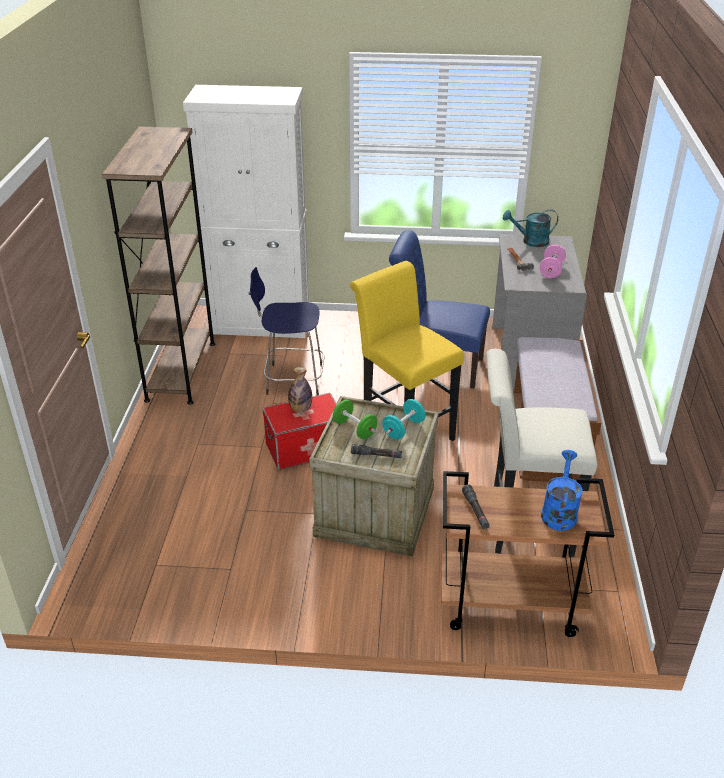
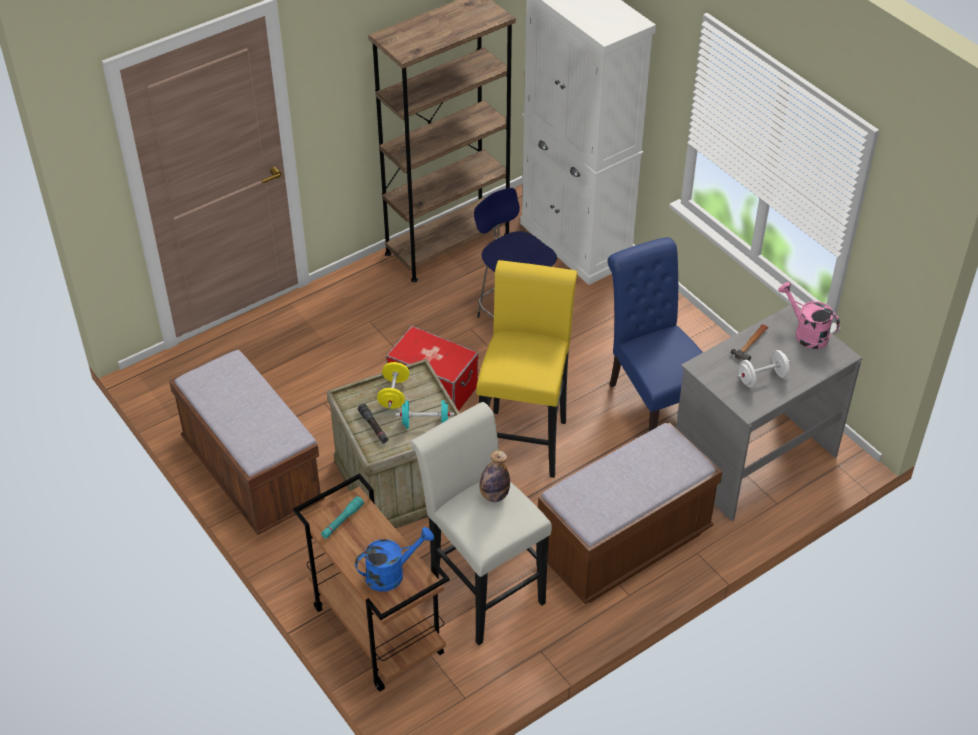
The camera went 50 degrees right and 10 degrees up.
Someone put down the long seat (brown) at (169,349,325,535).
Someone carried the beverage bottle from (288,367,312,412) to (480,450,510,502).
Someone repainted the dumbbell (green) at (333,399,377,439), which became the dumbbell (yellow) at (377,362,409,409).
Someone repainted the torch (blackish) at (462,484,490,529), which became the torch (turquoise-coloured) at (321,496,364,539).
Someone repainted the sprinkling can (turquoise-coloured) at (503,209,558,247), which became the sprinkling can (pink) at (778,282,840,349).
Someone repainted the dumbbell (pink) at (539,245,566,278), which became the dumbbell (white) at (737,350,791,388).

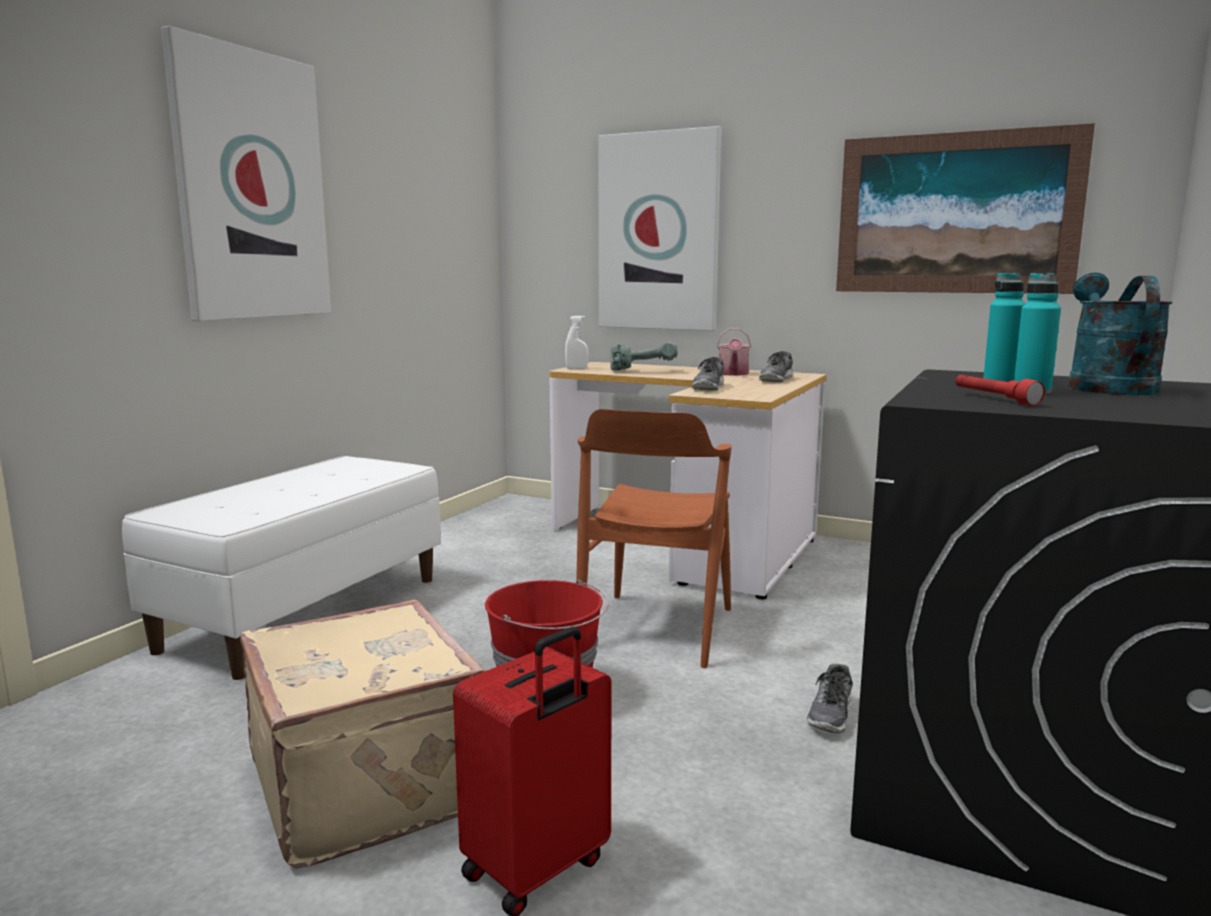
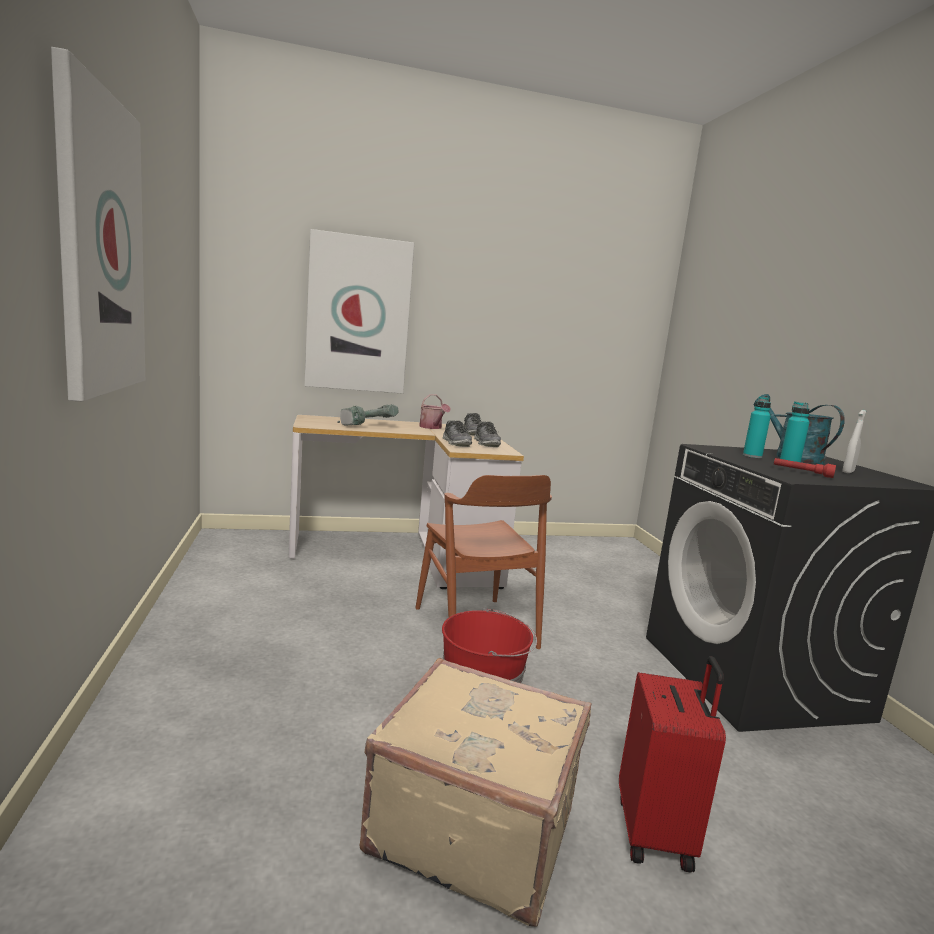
The camera went 40 degrees left and 0 degrees up.
Someone took away the long seat (white) at (122,456,441,680).
Someone took away the picture at (836,123,1095,294).
Someone carried the hand sprayer (white) from (565,316,588,369) to (842,410,866,473).
Someone carried the item of footwear from (806,664,853,734) to (474,422,501,447).

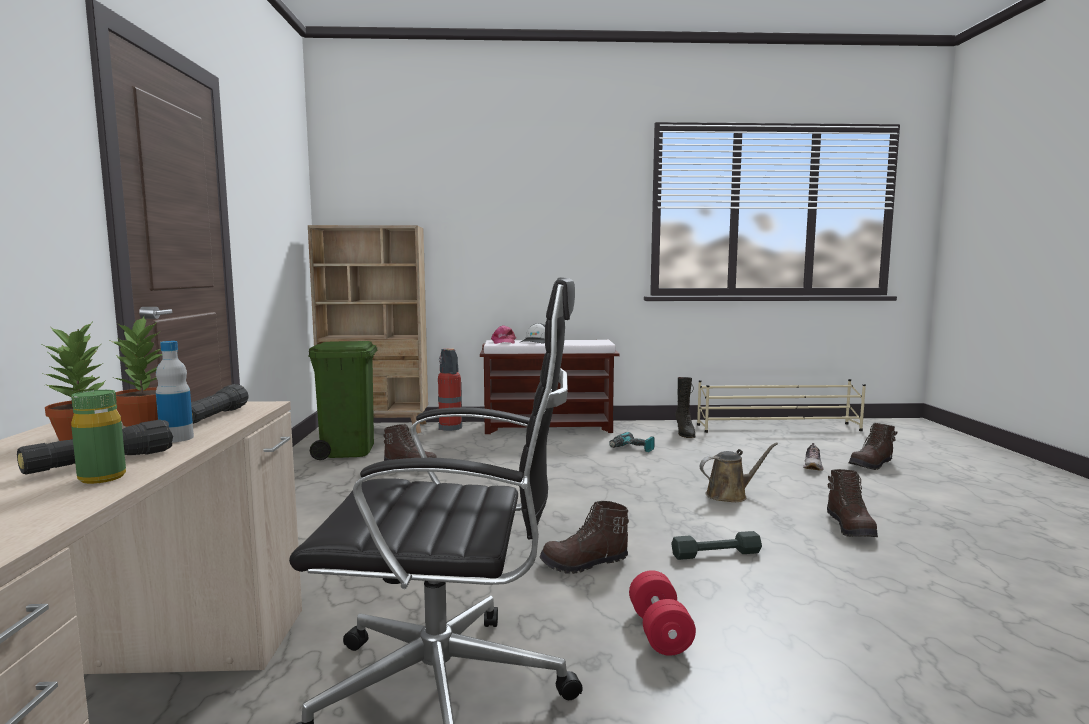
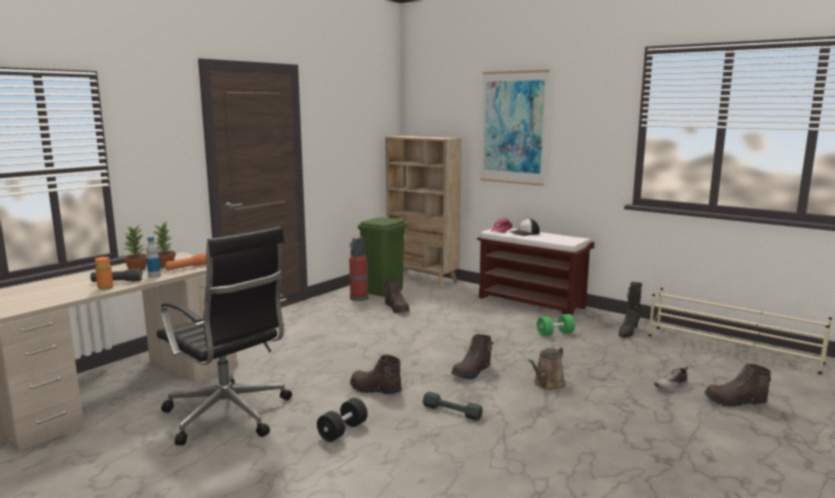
The camera went 40 degrees right and 5 degrees up.
Someone put up the picture at (480,70,549,186).
Someone carried the fire extinguisher from (438,348,462,431) to (349,236,368,301).
Someone carried the tall boot (brown) from (827,469,878,537) to (451,334,493,380).
Someone swapped the electric drill at (609,432,655,452) for the dumbbell (green) at (537,314,575,336).
Someone repainted the beverage bottle (green) at (71,390,126,484), which became the beverage bottle (orange-coloured) at (95,257,113,290).
Someone repainted the torch (blackish) at (191,384,249,424), which became the torch (orange-coloured) at (164,253,207,271).
Someone repainted the dumbbell (red) at (629,570,696,656), which became the dumbbell (blackish) at (317,398,368,442).
Someone rotated the sprinkling can (brown) at (700,442,778,502) by 105 degrees clockwise.

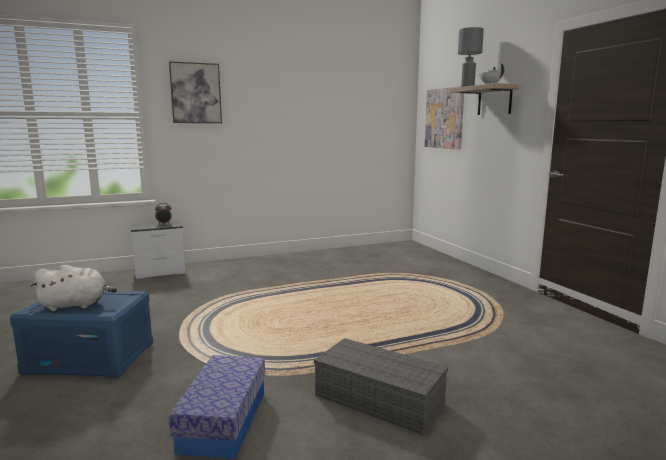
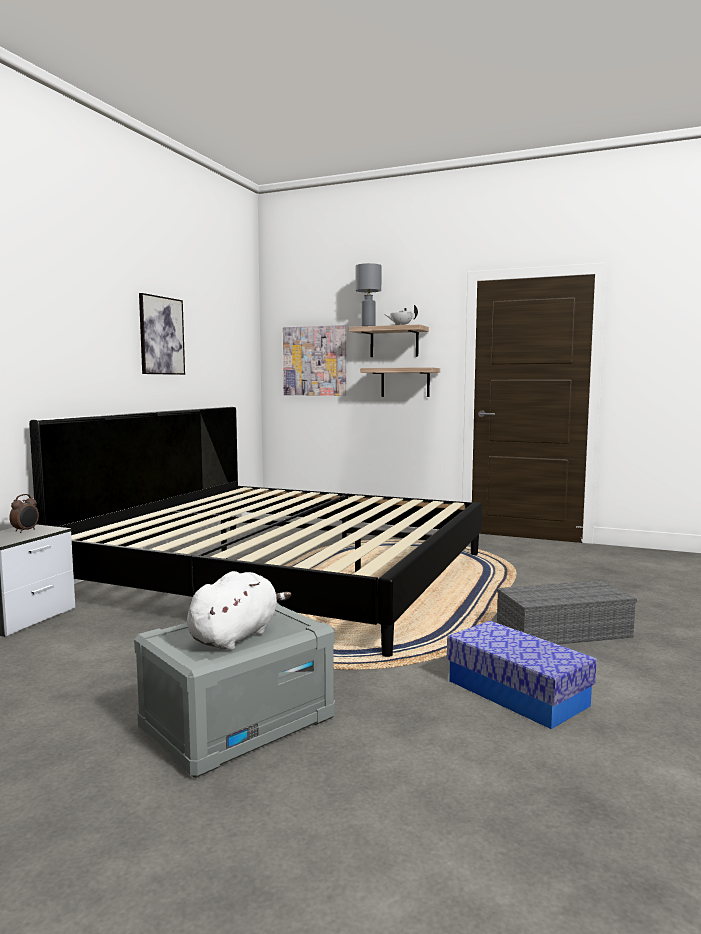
The camera went 45 degrees left and 5 degrees down.
Someone put down the sleeping bed at (29,407,482,657).
Someone put up the wall shelf at (360,367,440,397).
Someone carried the picture from (169,61,222,123) to (139,293,185,375).
Someone repainted the storage bin (blue) at (10,291,153,378), which became the storage bin (greyish) at (134,602,335,778).

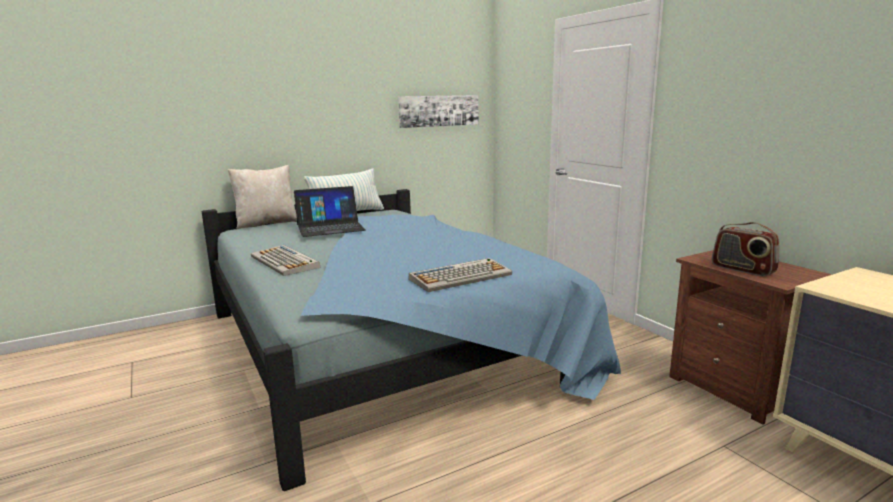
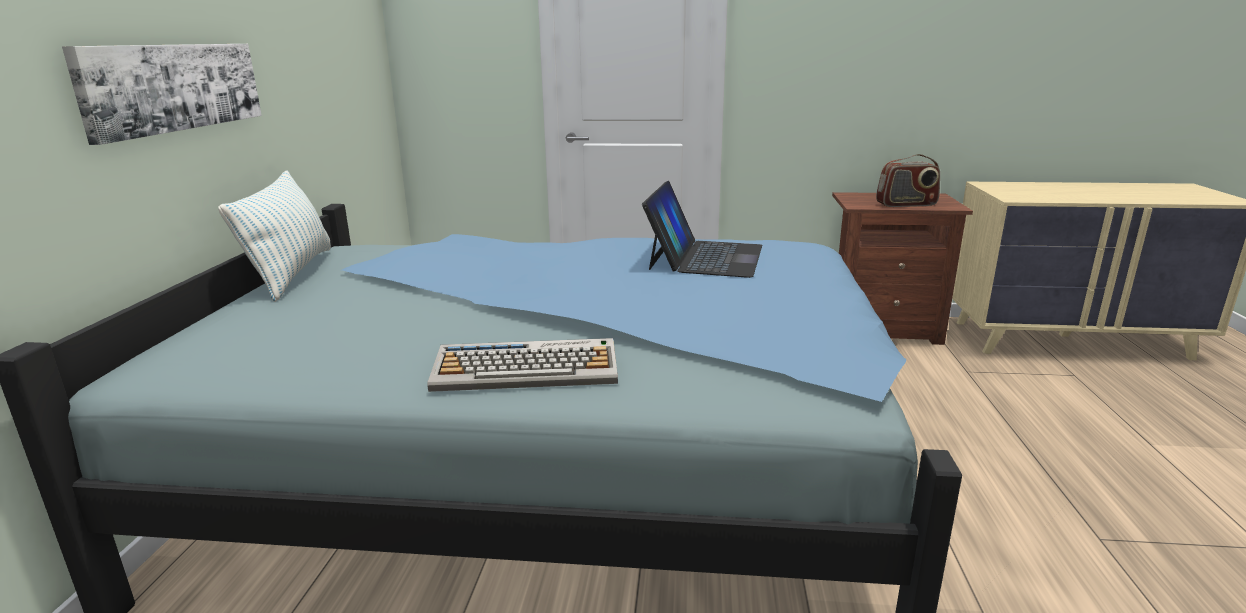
The camera went 55 degrees left and 5 degrees up.
Someone took away the throw pillow (beige) at (228,165,297,230).
Someone took away the computer keyboard at (409,258,512,292).
Someone carried the notebook computer from (294,186,366,237) to (642,181,762,278).
Someone carried the picture from (398,95,478,128) to (62,44,262,145).

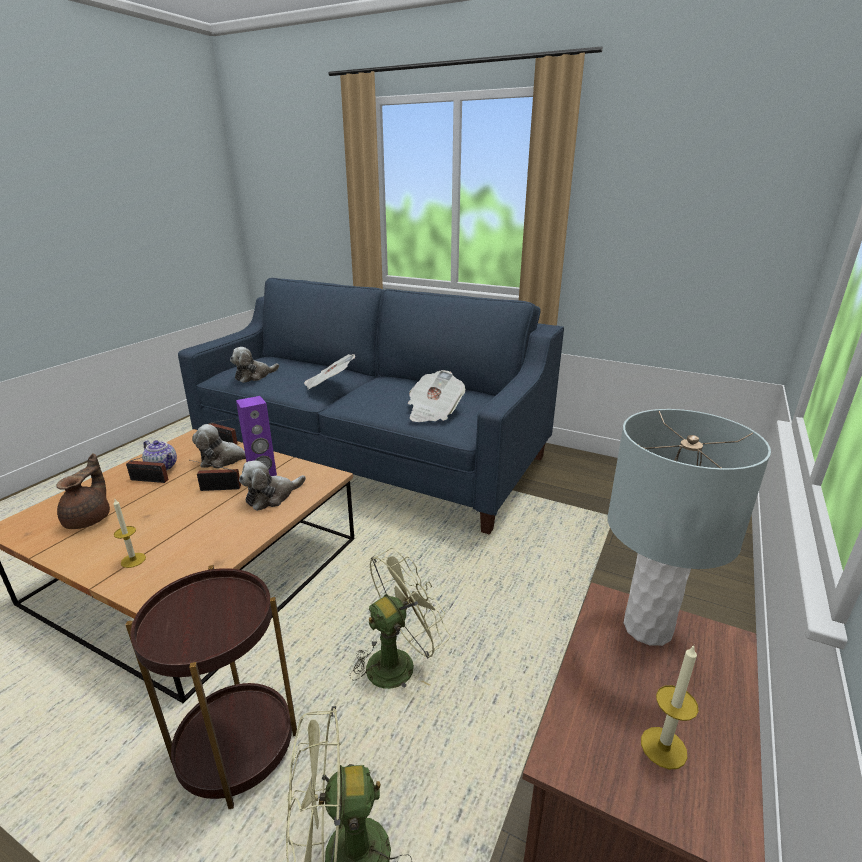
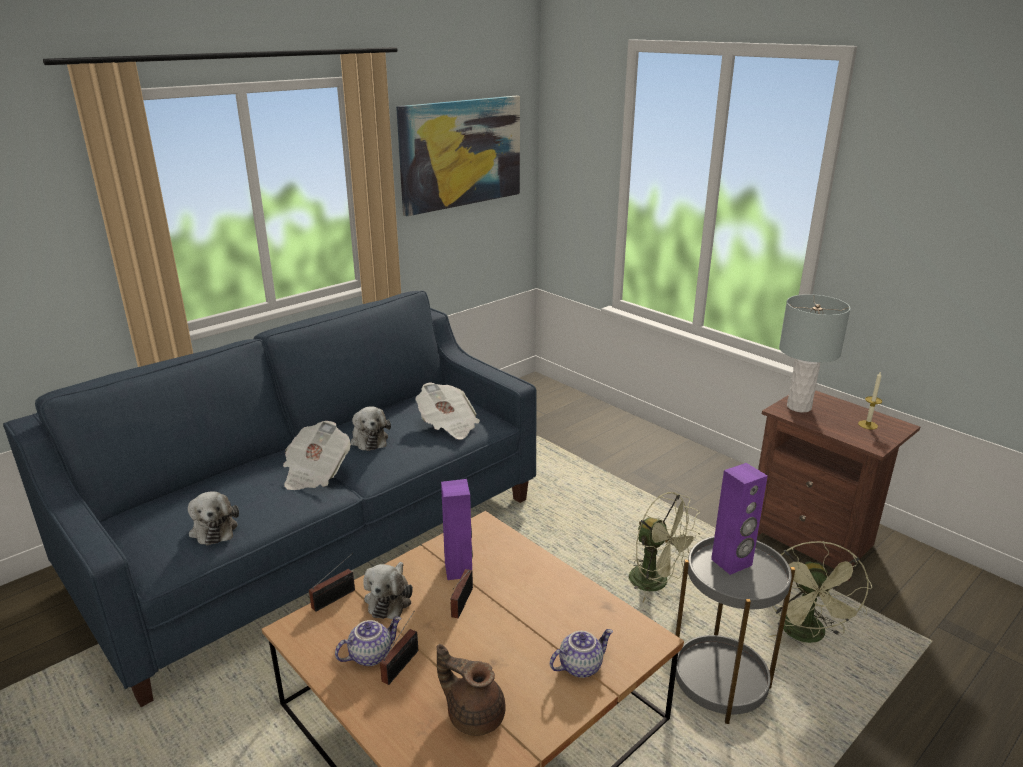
The camera went 70 degrees left and 0 degrees up.
Someone put up the picture at (396,96,520,216).
Someone put down the loudspeaker (purple-coloured) at (711,463,768,575).
Someone carried the soft toy from (239,460,306,511) to (350,406,391,451).
Someone swapped the wax candle at (114,499,146,568) for the tea pot at (550,629,613,678).
Someone repainted the side table (brown) at (126,565,297,809), which became the side table (greyish) at (675,536,795,724).
Someone rotated the cooling fan (green) at (350,548,450,689) by 150 degrees clockwise.

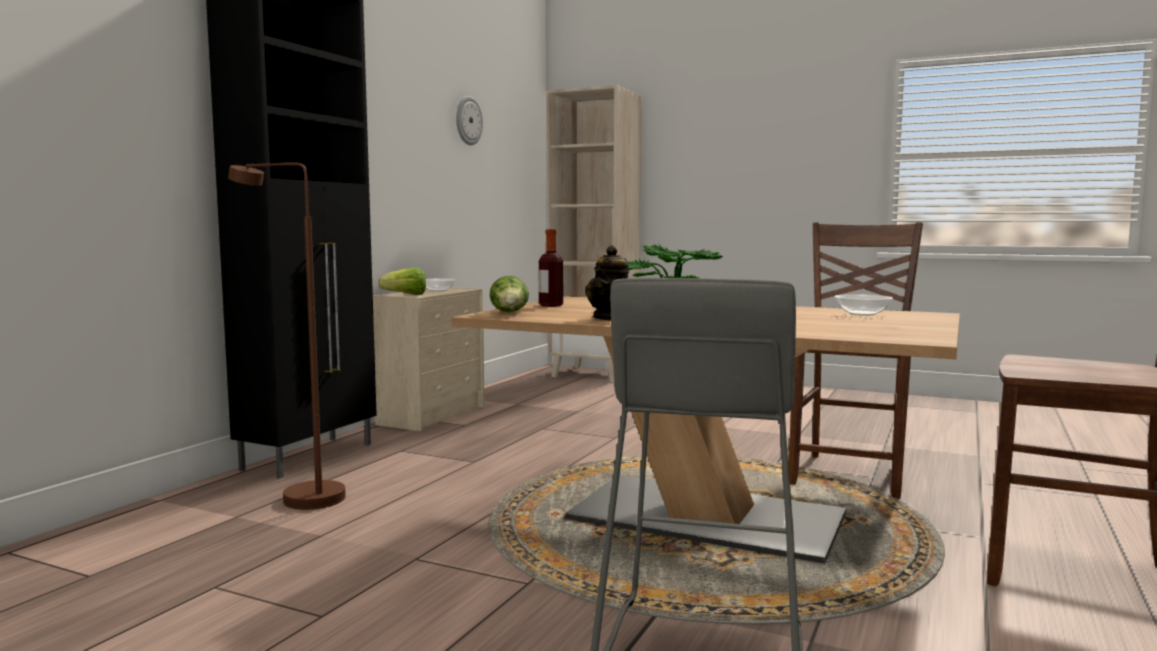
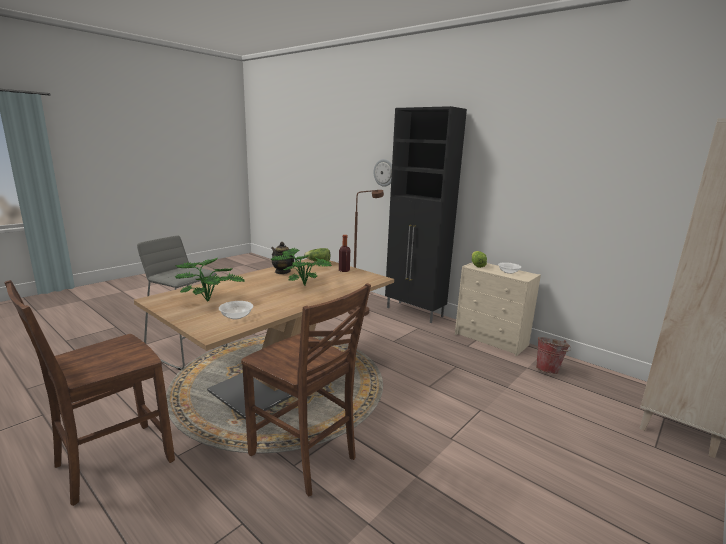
The camera went 105 degrees right and 10 degrees up.
Someone put down the plant in a pot at (175,258,245,302).
Someone put down the water bucket at (536,337,571,374).
Someone carried the wall clock from (456,96,483,145) to (373,159,392,187).

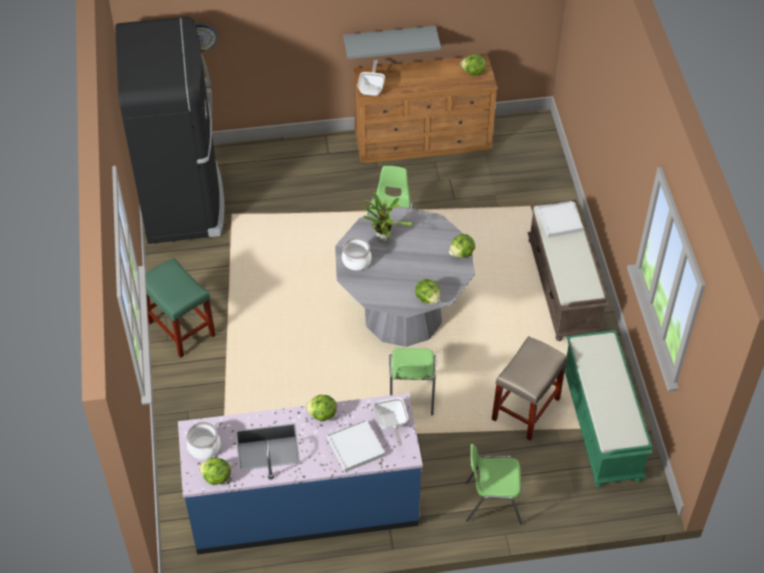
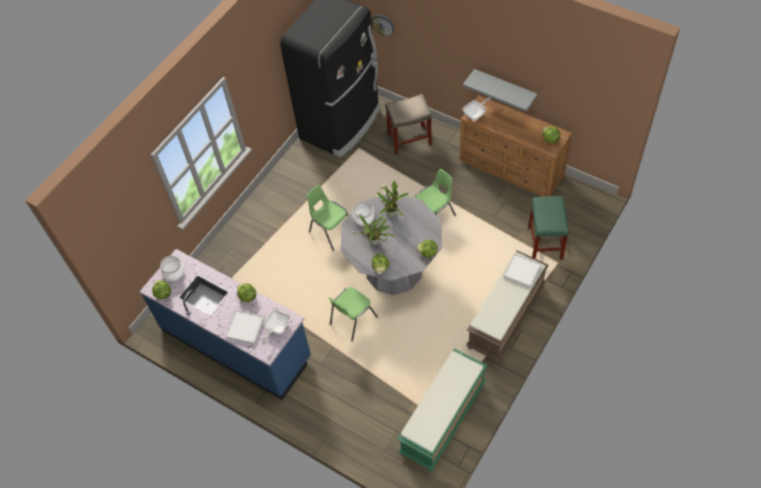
The camera went 45 degrees right and 5 degrees up.
Someone put down the plant in a pot at (353,215,396,245).
Someone carried the stool (green) from (146,258,216,358) to (528,196,569,260).
Someone carried the plain chair (green) from (466,444,522,525) to (306,185,348,251).
Someone carried the stool (beige) from (492,336,568,441) to (385,94,432,154).

